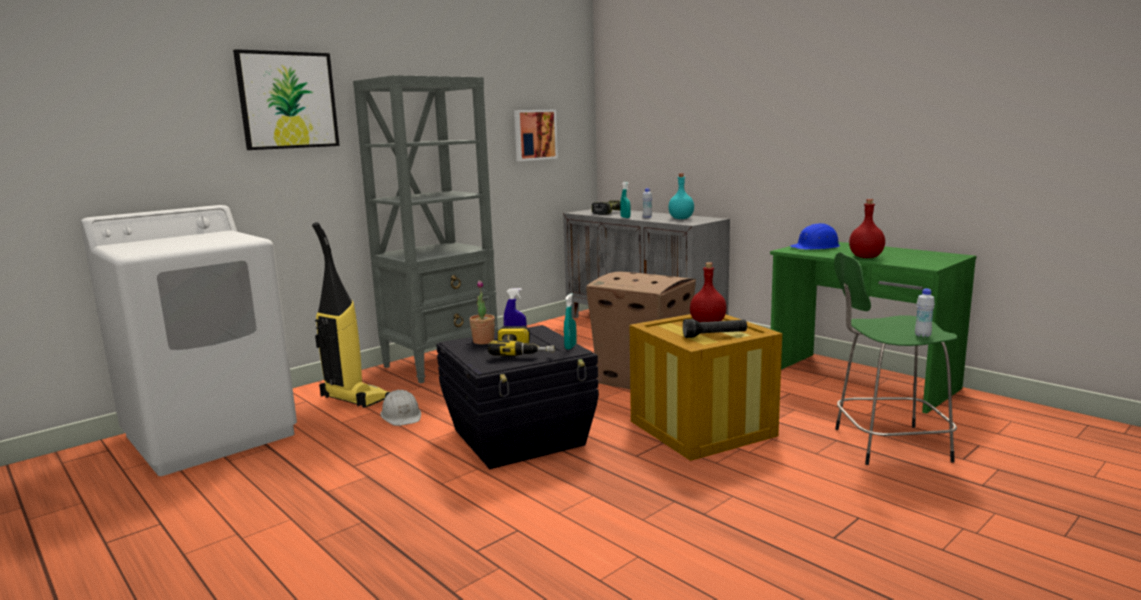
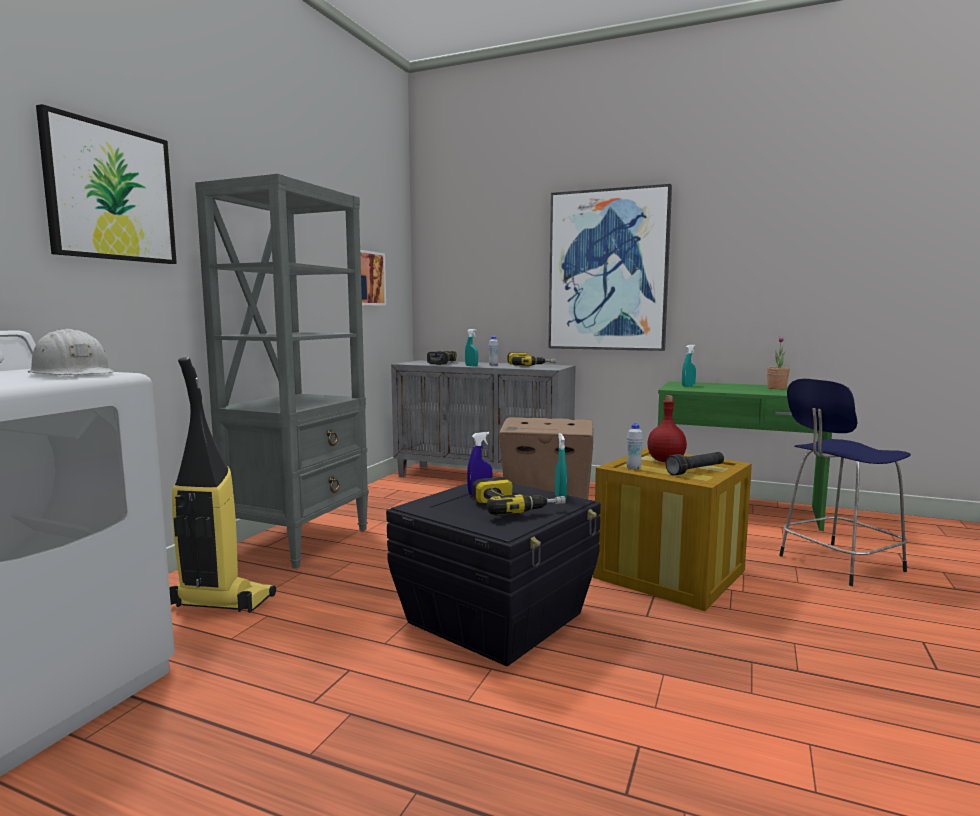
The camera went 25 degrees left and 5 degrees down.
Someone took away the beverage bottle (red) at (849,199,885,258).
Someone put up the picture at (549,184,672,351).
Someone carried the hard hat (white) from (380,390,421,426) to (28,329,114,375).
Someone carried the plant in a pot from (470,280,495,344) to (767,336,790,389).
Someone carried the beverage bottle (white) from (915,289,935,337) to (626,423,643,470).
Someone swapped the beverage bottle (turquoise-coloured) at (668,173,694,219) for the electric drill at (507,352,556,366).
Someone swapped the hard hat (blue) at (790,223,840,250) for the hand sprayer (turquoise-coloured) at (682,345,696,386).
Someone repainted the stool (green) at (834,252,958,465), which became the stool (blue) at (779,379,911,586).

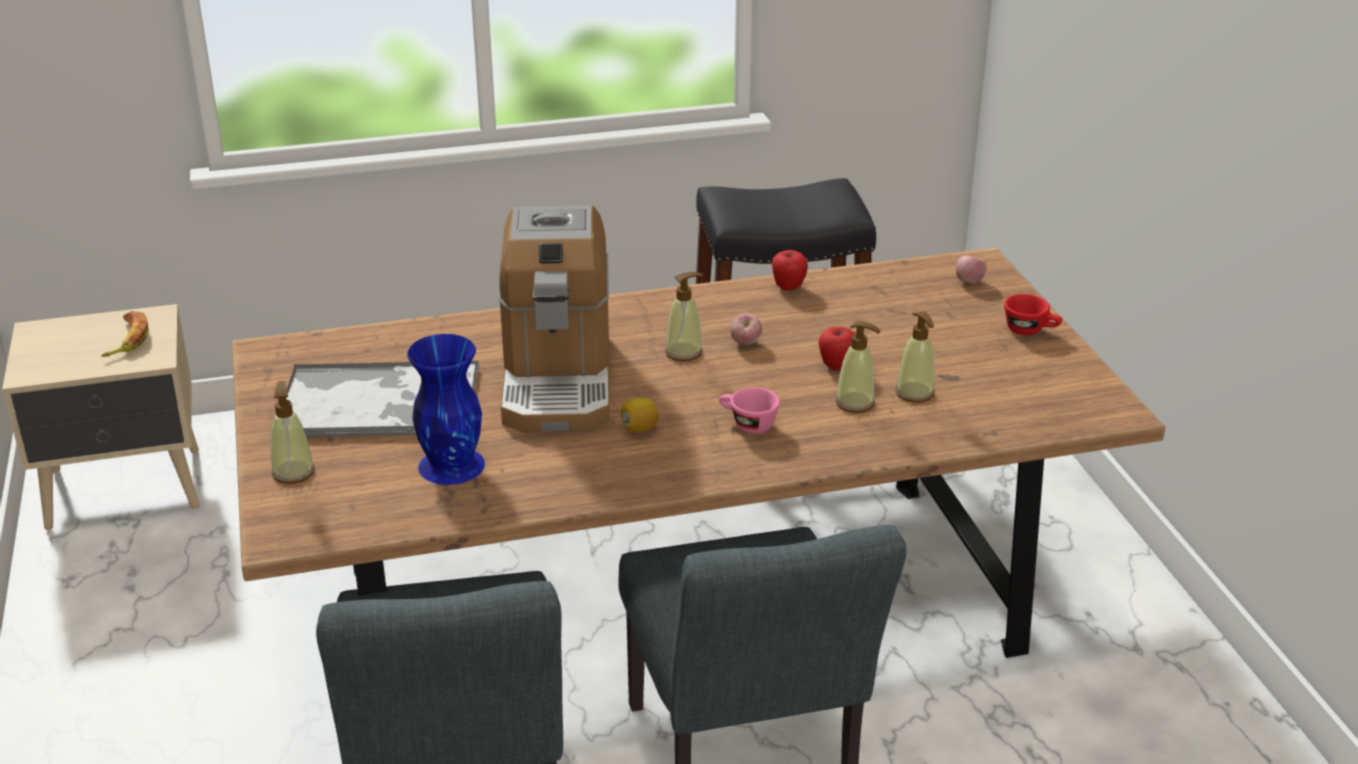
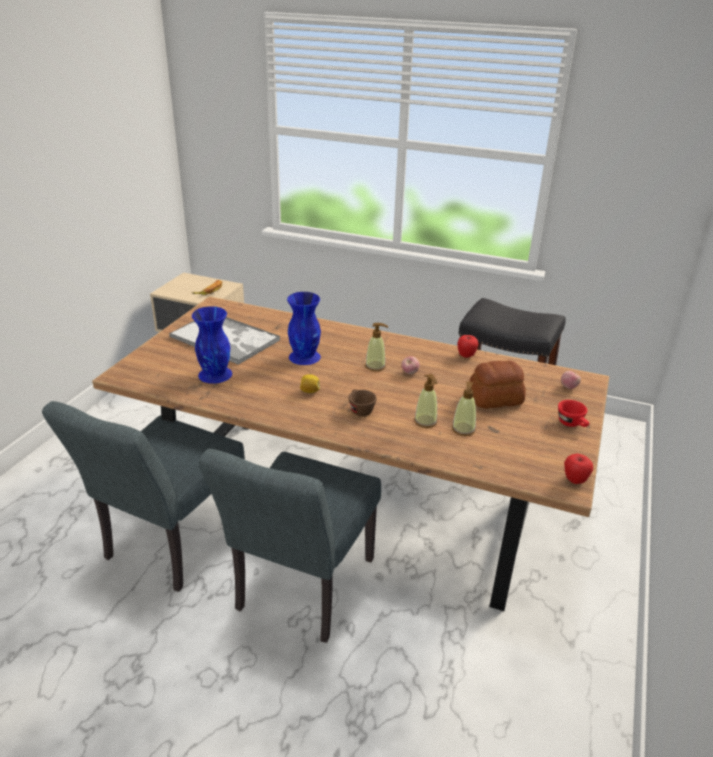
The camera went 35 degrees right and 0 degrees up.
Someone took away the soap bottle at (270,381,315,484).
Someone put down the bread at (469,361,526,409).
Someone carried the whole apple from (818,327,856,371) to (564,454,593,484).
Someone swapped the coffee maker at (498,205,610,433) for the vase (blue) at (287,292,321,365).
Someone repainted the drinking cup (pink) at (719,387,780,434), which became the drinking cup (brown) at (348,389,377,416).

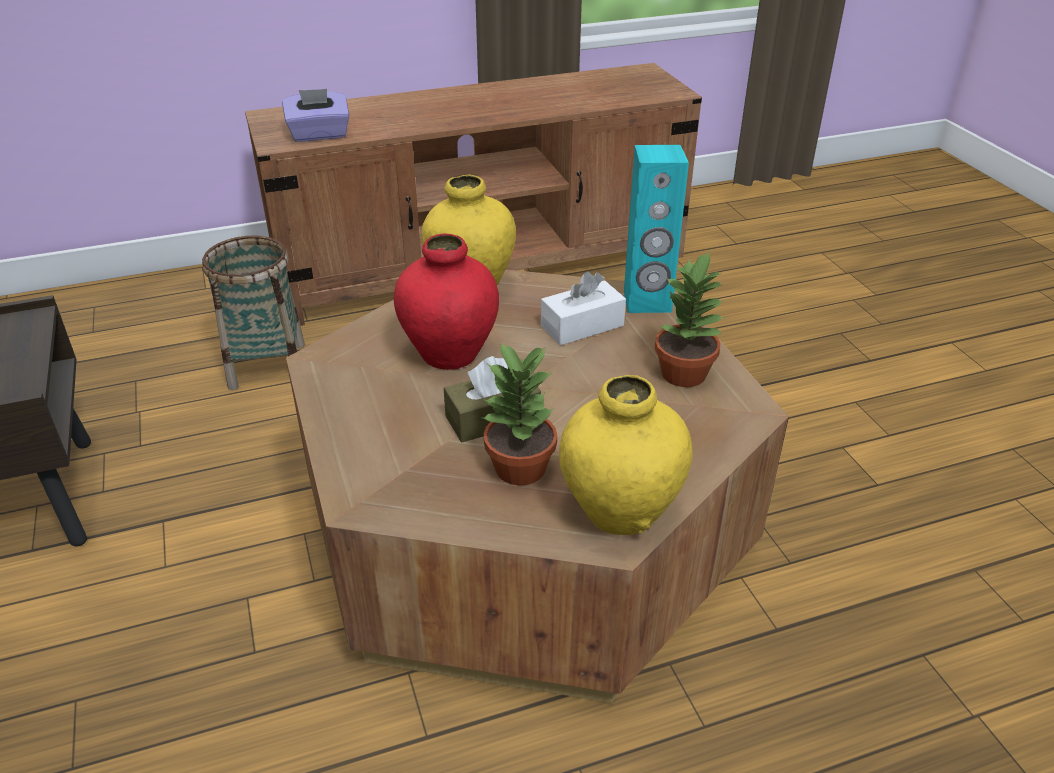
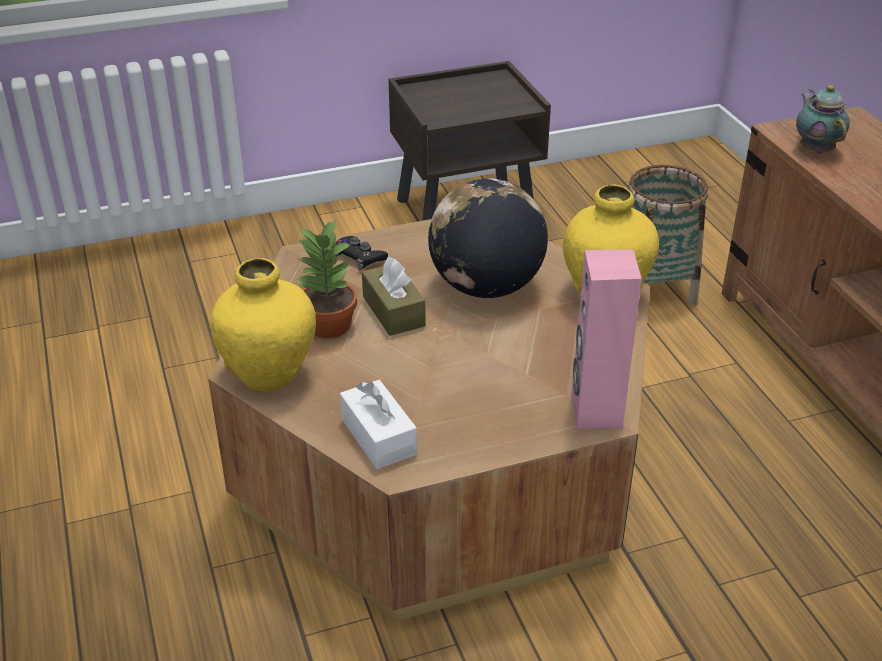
The camera went 90 degrees right and 0 degrees up.
Someone took away the plant in a pot at (655,251,725,387).
Someone put down the game controller (blackish) at (336,236,388,270).
Someone carried the tissue box (white) from (541,271,626,345) to (340,380,417,469).
Someone swapped the tissue box (purple-coloured) at (282,89,350,142) for the tea pot at (796,85,850,154).
Someone swapped the vase (red) at (394,234,499,370) for the desk globe at (428,178,548,298).
Someone repainted the loudspeaker (turquoise-coloured) at (624,145,689,313), which became the loudspeaker (pink) at (571,249,642,429).

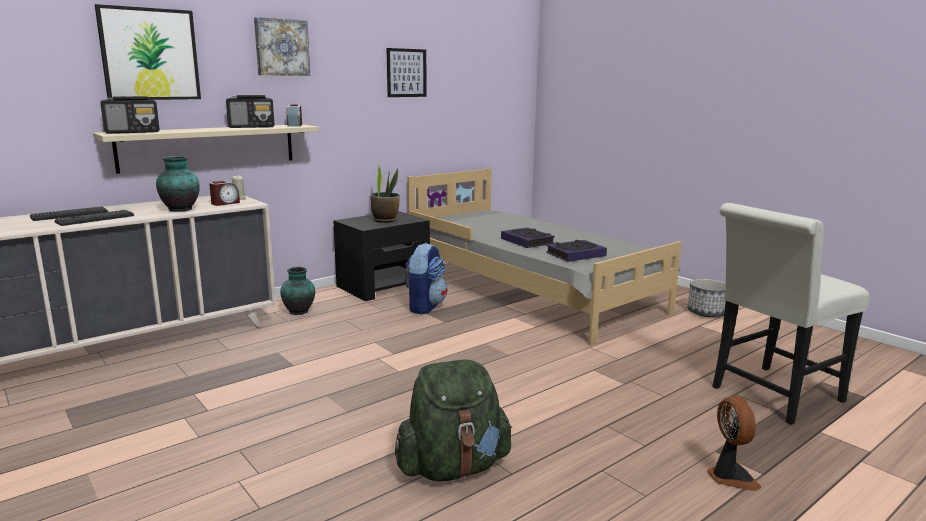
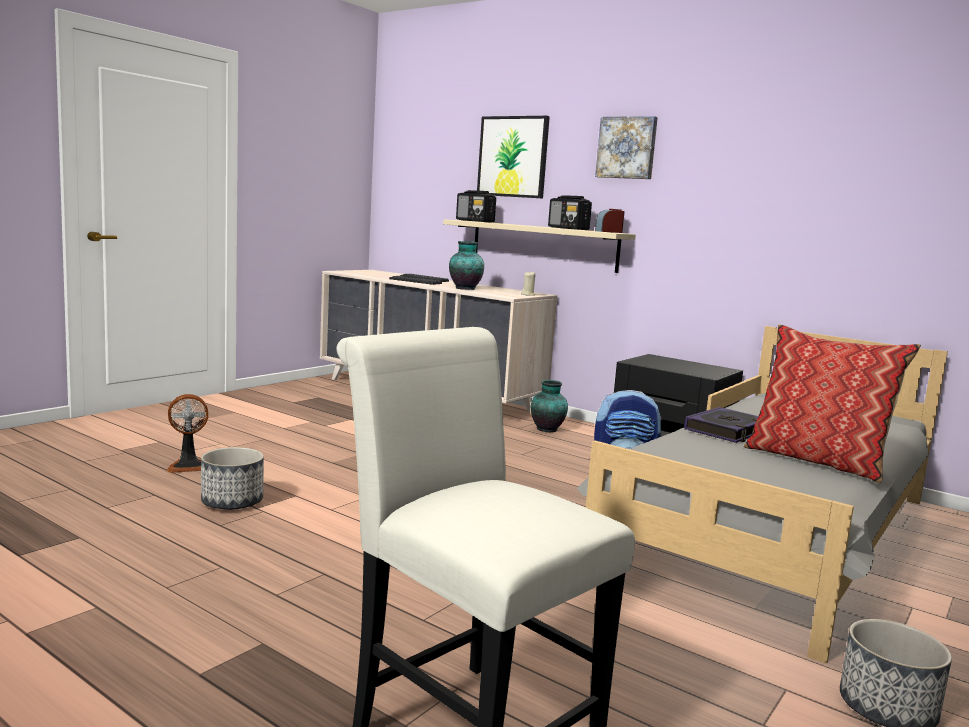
The camera went 75 degrees right and 5 degrees down.
Someone took away the bedside clock at (209,181,240,206).
Someone took away the plant in a pot at (371,164,400,223).
Someone took away the picture at (386,48,427,97).
Someone took away the volume at (546,240,607,262).
Someone put down the throw pillow at (744,324,921,483).
Someone carried the cooling fan from (707,396,761,491) to (166,394,208,473).
Someone swapped the knapsack (green) at (395,359,512,481) for the flower pot at (201,447,264,510).

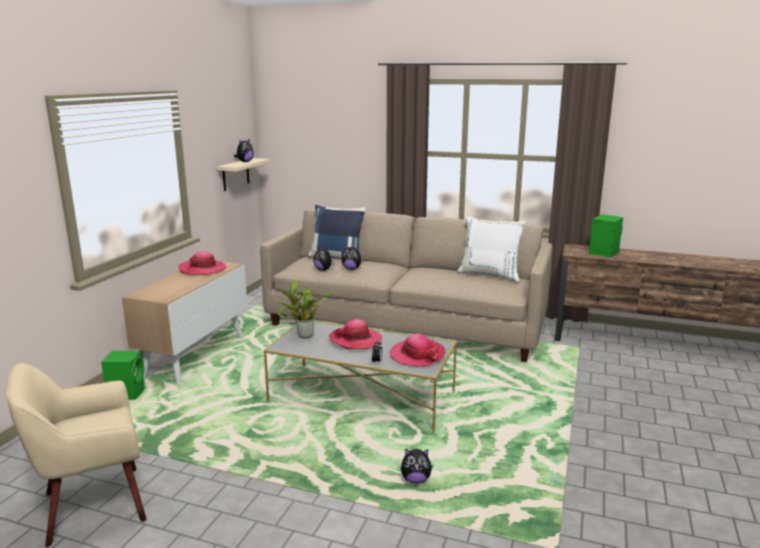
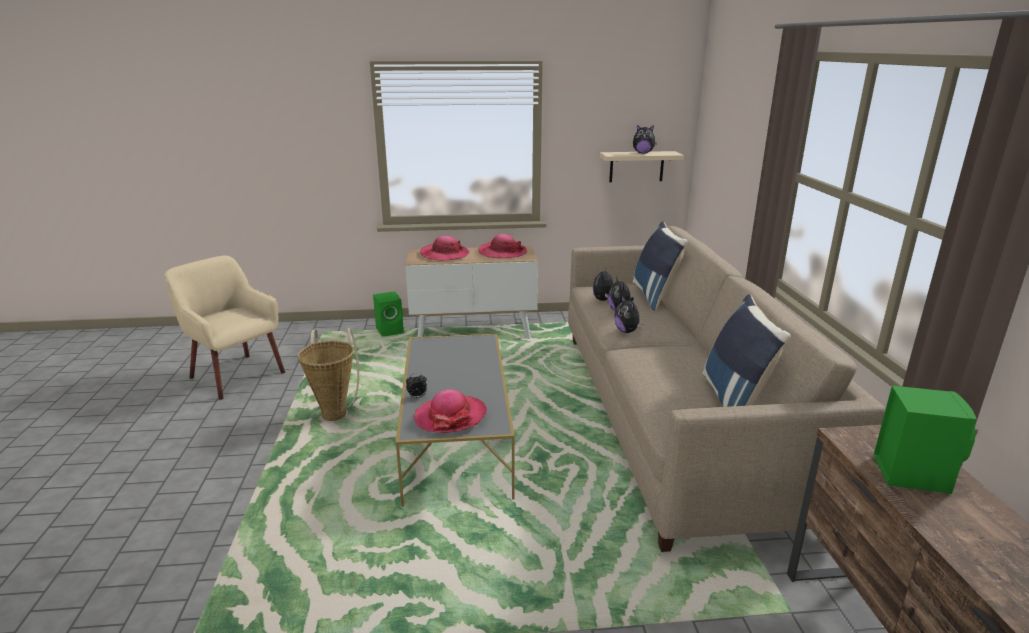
The camera went 65 degrees right and 5 degrees up.
Someone took away the plant in a pot at (276,280,334,338).
Someone put down the household basket at (298,328,359,421).
Someone carried the wearable hat from (329,319,382,349) to (420,235,469,261).
Someone carried the soft toy from (401,449,434,484) to (614,296,643,333).
Someone repainted the throw pillow (white) at (457,216,526,282), which became the throw pillow (blue) at (703,294,791,407).

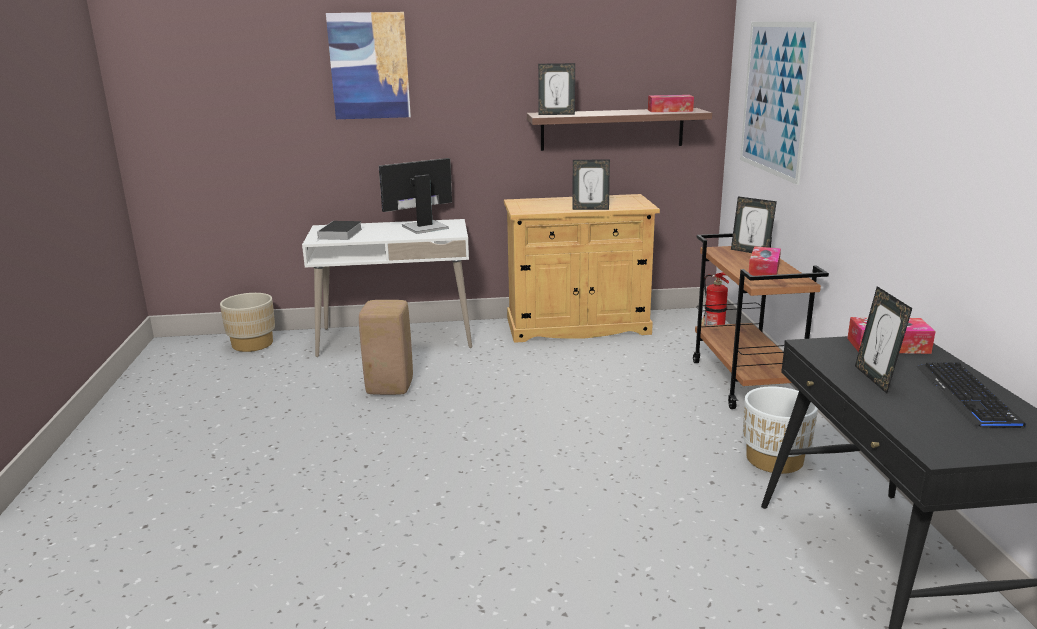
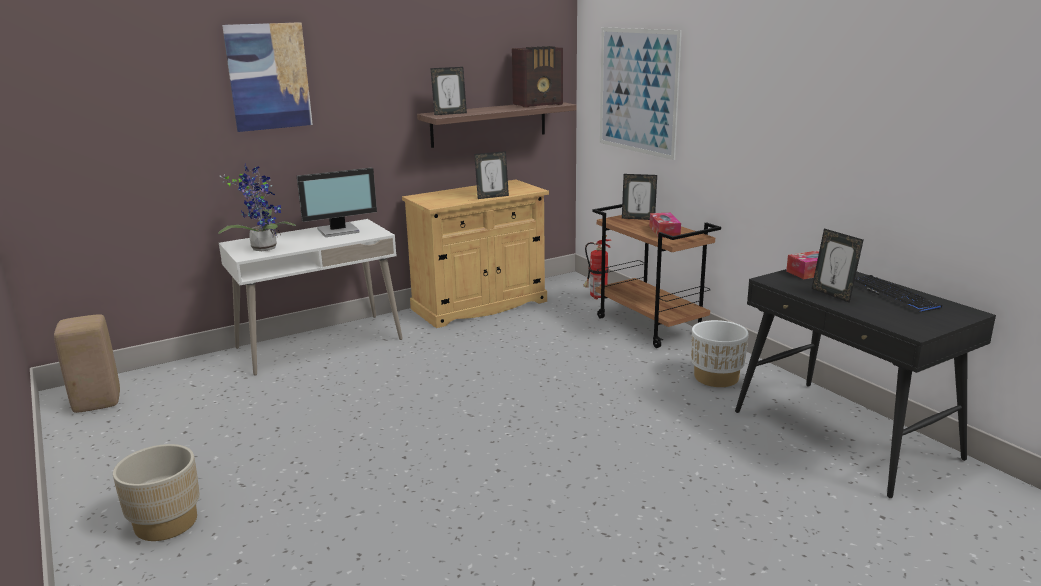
The camera went 25 degrees left and 0 degrees up.
Someone carried the flower pot (beige) from (220,293,275,352) to (113,444,200,541).
Someone carried the stool (beige) from (359,300,413,395) to (54,314,120,413).
Someone swapped the volume at (317,221,362,241) for the plant in a pot at (218,165,296,251).
Someone swapped the tissue box at (648,95,694,112) for the radio receiver at (512,46,563,108).
Someone rotated the computer display at (379,158,452,234) by 150 degrees counterclockwise.

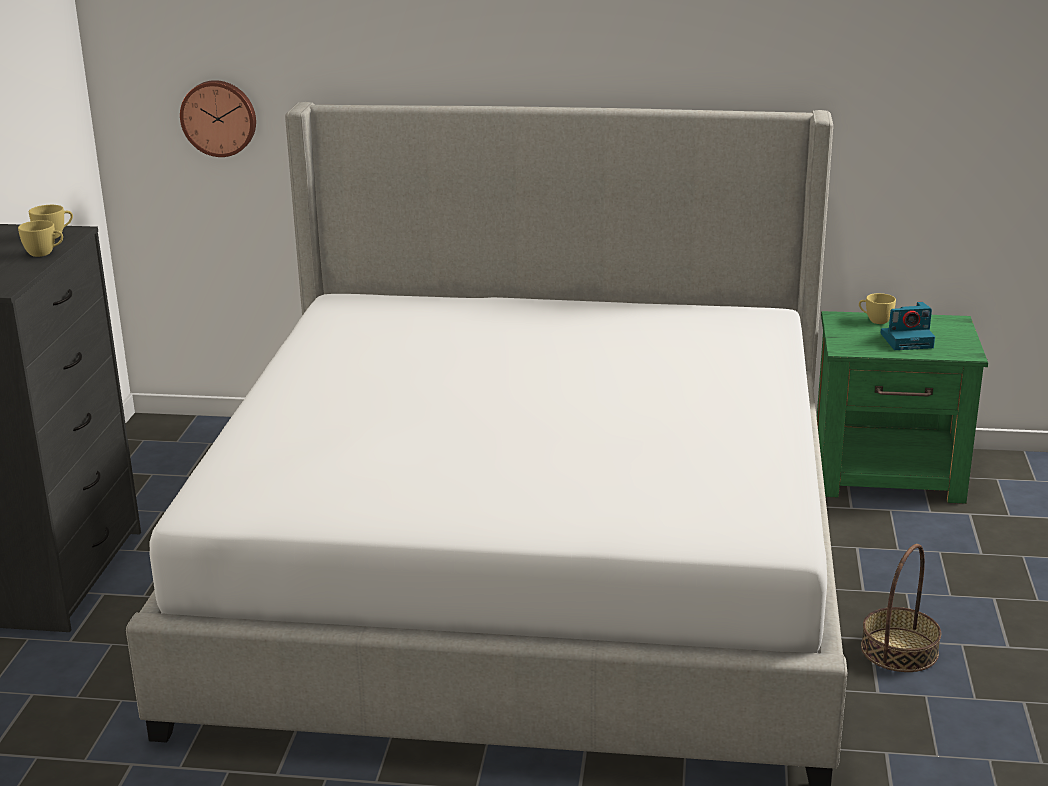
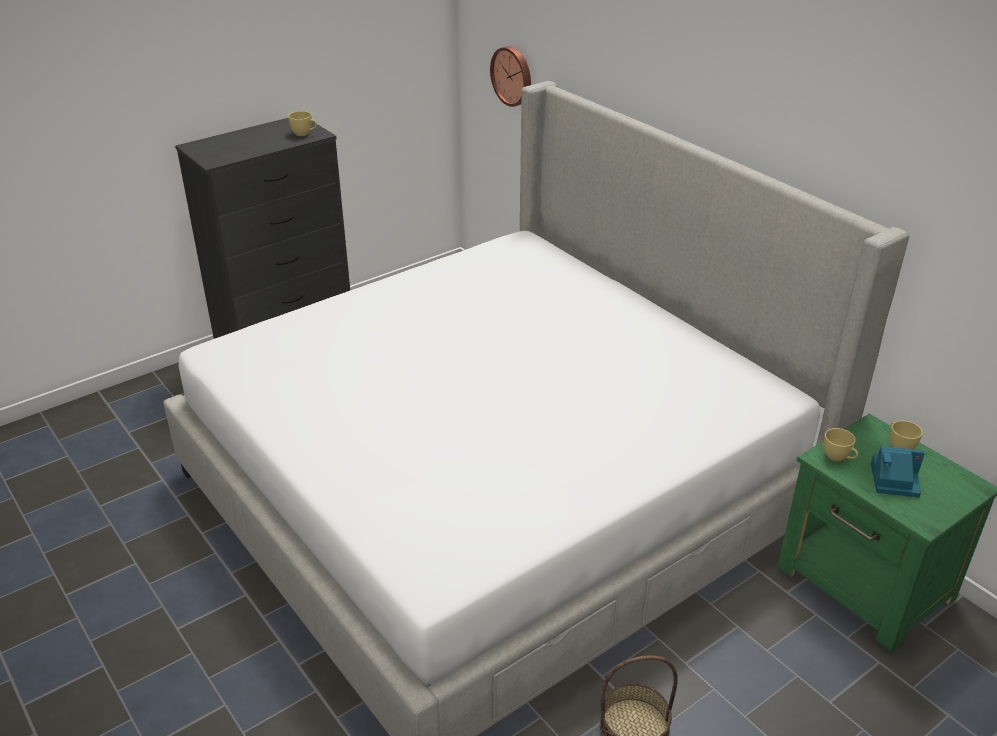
The camera went 45 degrees right and 10 degrees up.
Someone carried the drinking cup (yellow) from (18,220,63,257) to (824,428,858,462).
Someone rotated the photo camera at (881,302,935,350) by 150 degrees clockwise.

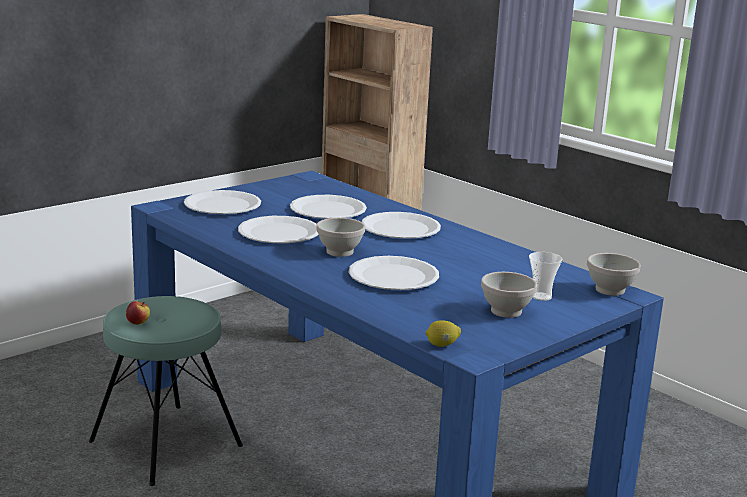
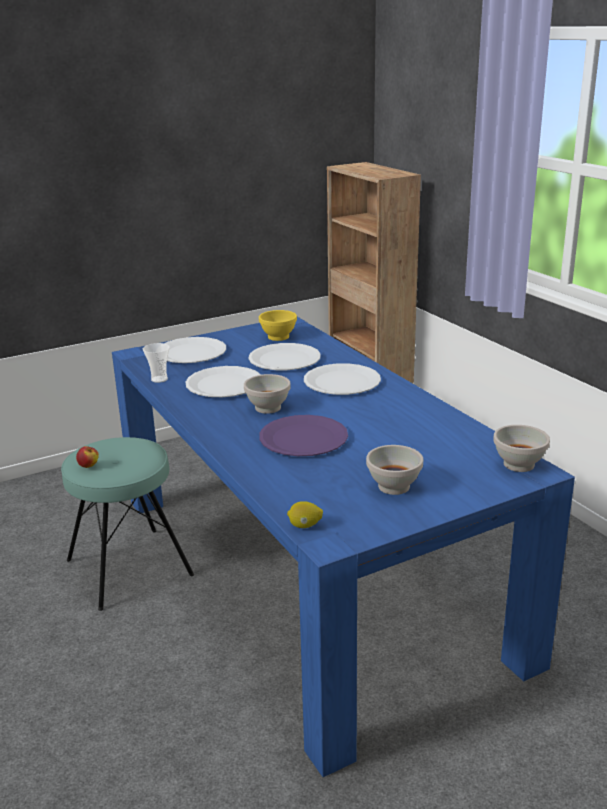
The camera went 15 degrees right and 5 degrees up.
Someone put down the bowl (yellow) at (259,310,297,341).
Someone carried the drinking cup from (529,252,562,301) to (143,343,170,383).
Someone repainted the dinner plate (white) at (349,256,439,290), which became the dinner plate (purple-coloured) at (259,415,348,456).

